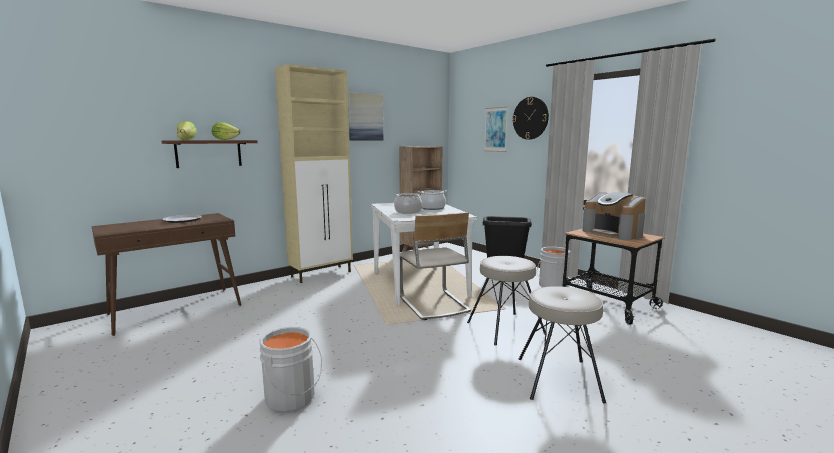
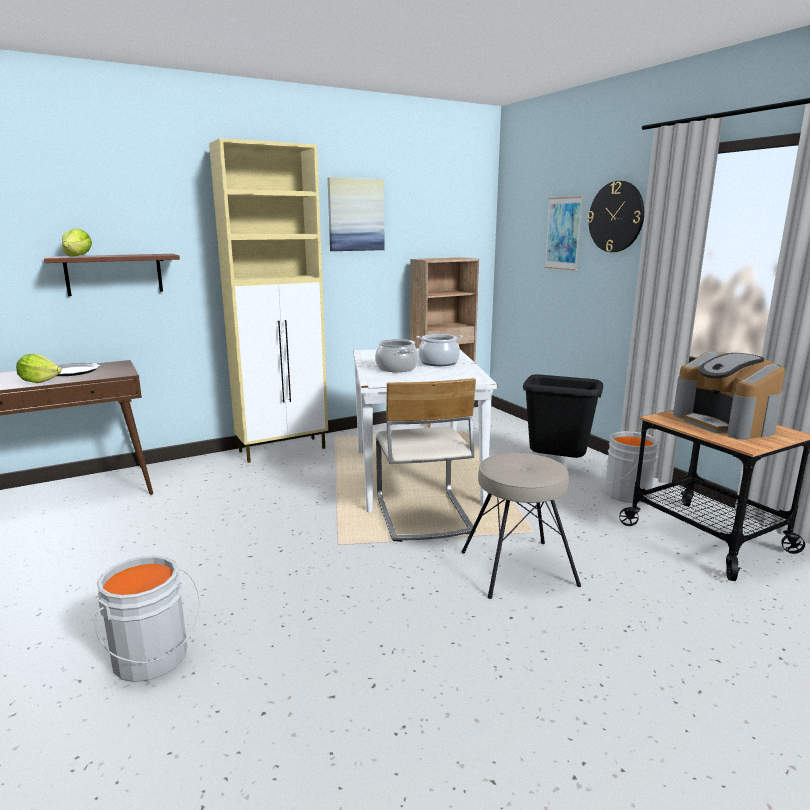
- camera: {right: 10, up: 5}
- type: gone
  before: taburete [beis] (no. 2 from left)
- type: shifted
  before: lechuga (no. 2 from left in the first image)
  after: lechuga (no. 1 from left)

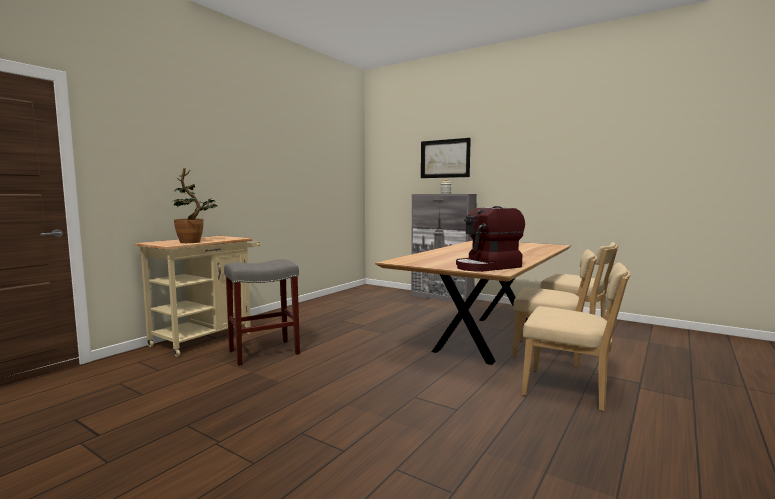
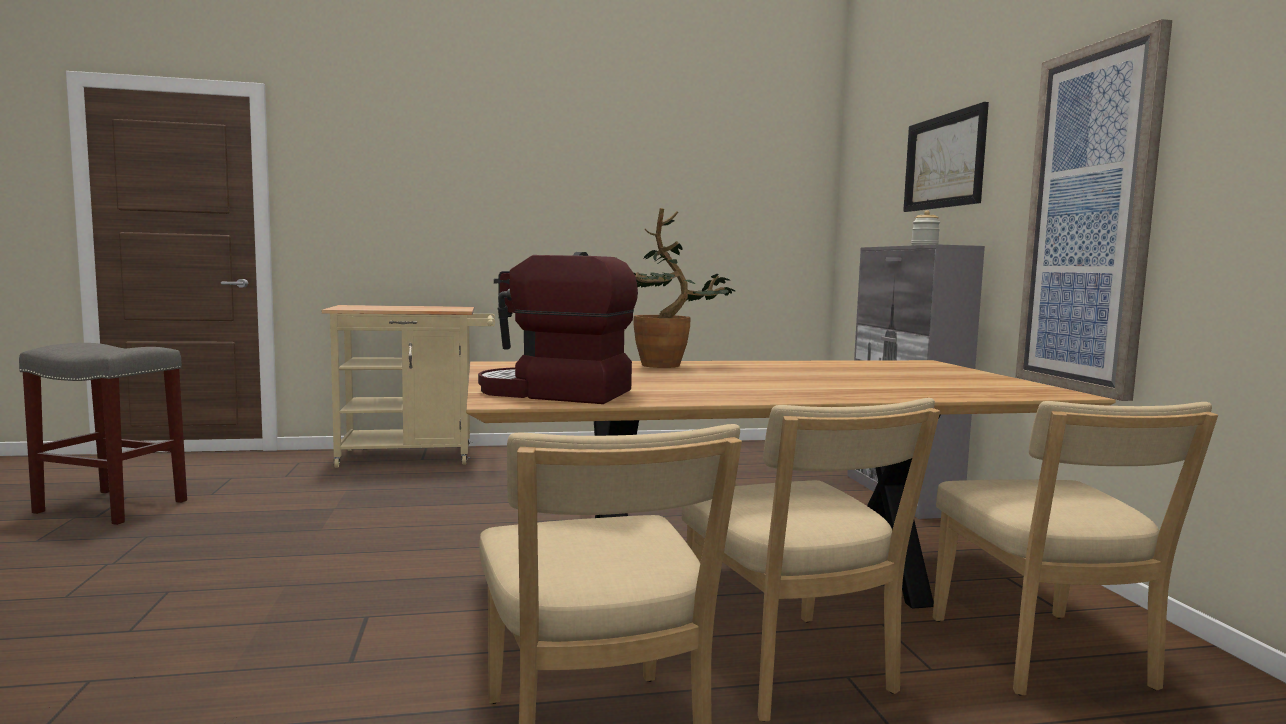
- camera: {right: 45, up: 0}
- type: new
  after: cuadro (no. 2 from left)
- type: shifted
  before: planta en maceta
- type: shifted
  before: taburete [gris]

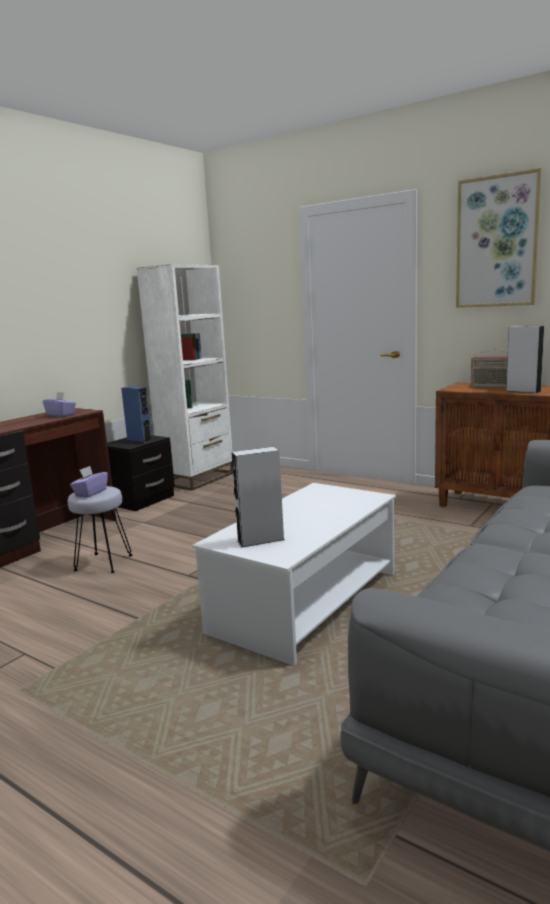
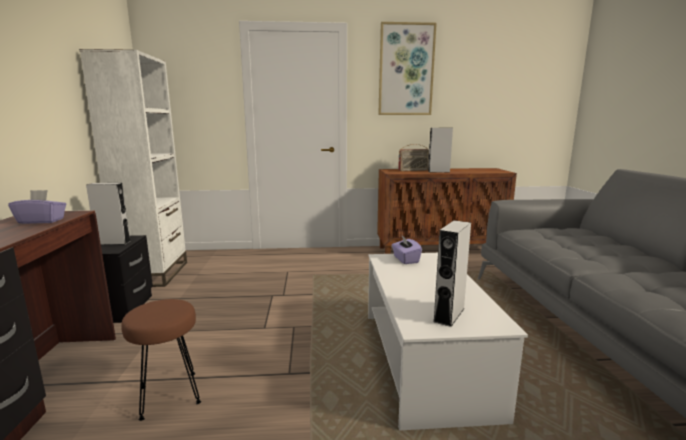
- camera: {right: -40, up: 0}
- type: shifted
  before: caja de pañuelos [morado] (no. 2 from left)
- type: repainted
  before: taburete [gris]
  after: taburete [marrón]
- type: repainted
  before: altavoz [azul]
  after: altavoz [gris] (no. 1 from left)

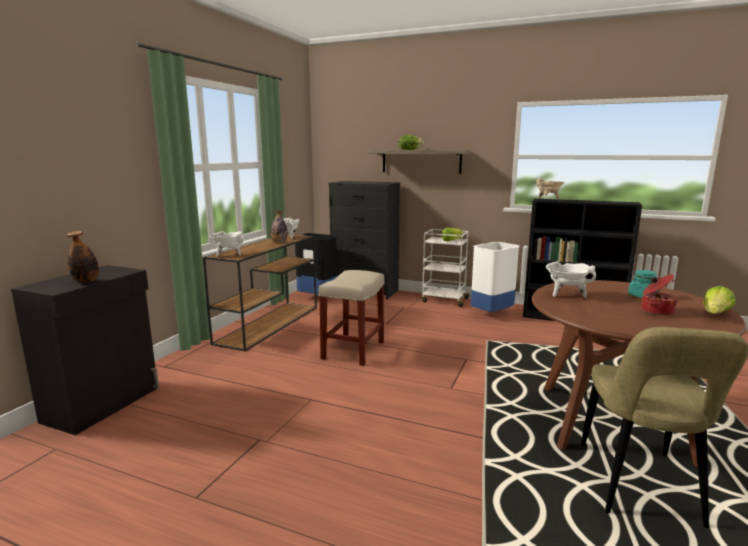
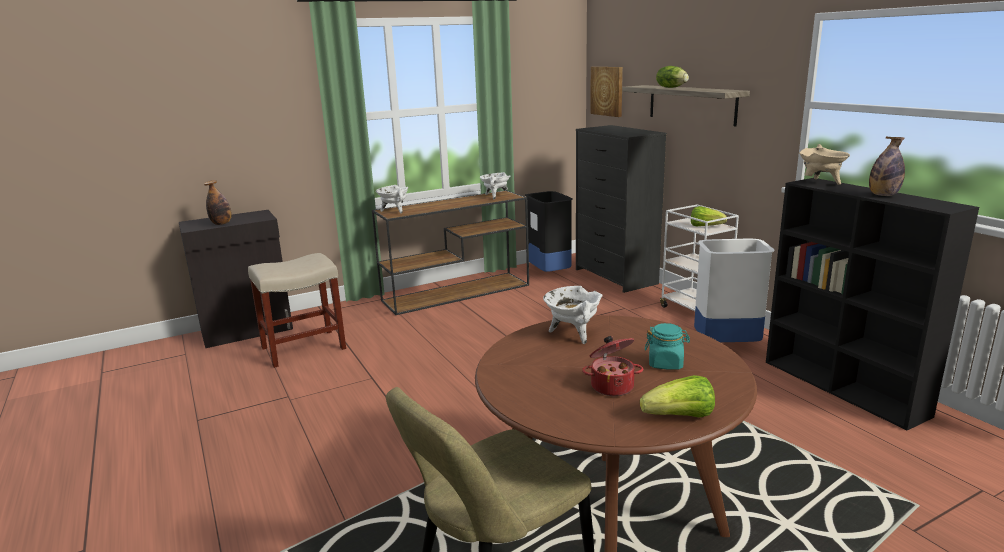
- camera: {right: 40, up: 5}
- type: new
  after: cuadro
- type: shifted
  before: botella (no. 2 from left)
- type: shifted
  before: taburete [beis]

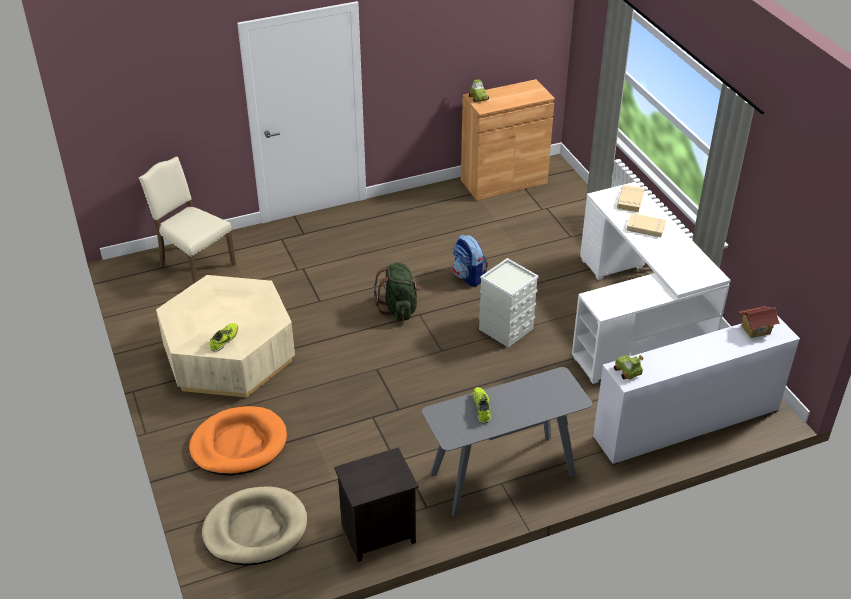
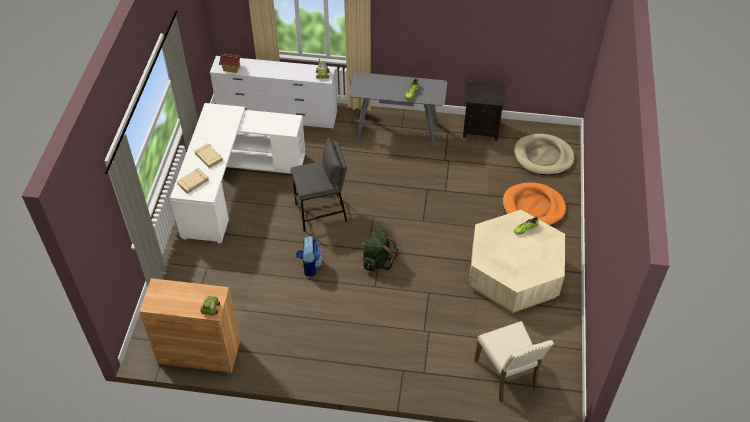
- camera: {right: -150, up: 10}
- type: swapped
  before: caja de almacenaje [gris]
  after: taburete [gris]

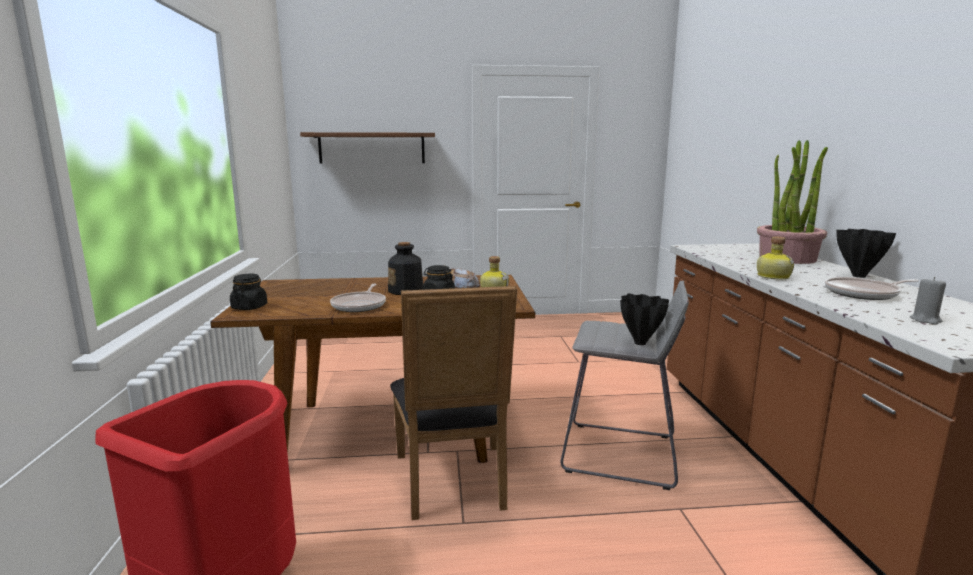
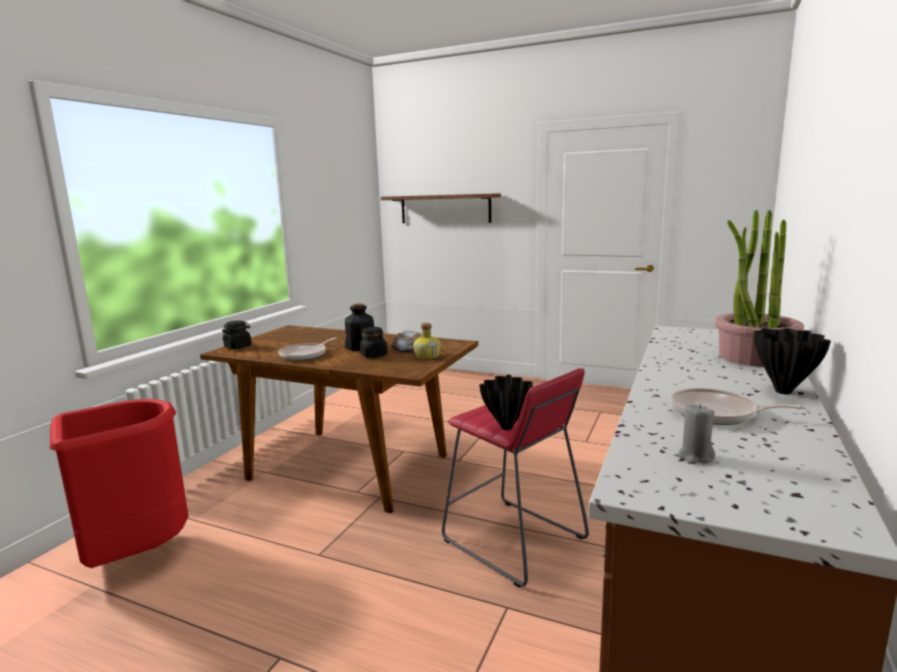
- camera: {right: 30, up: 0}
- type: gone
  before: silla [negro]
- type: gone
  before: botella (no. 3 from left)
- type: repainted
  before: taburete [gris]
  after: taburete [rojo]

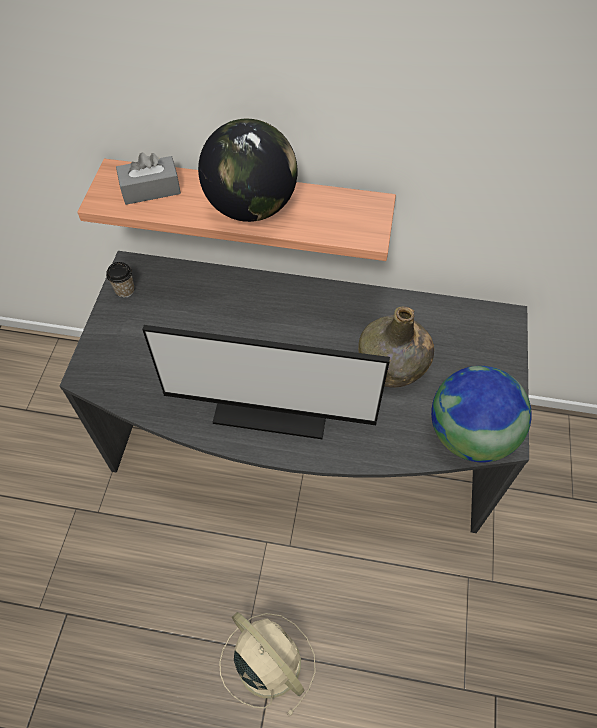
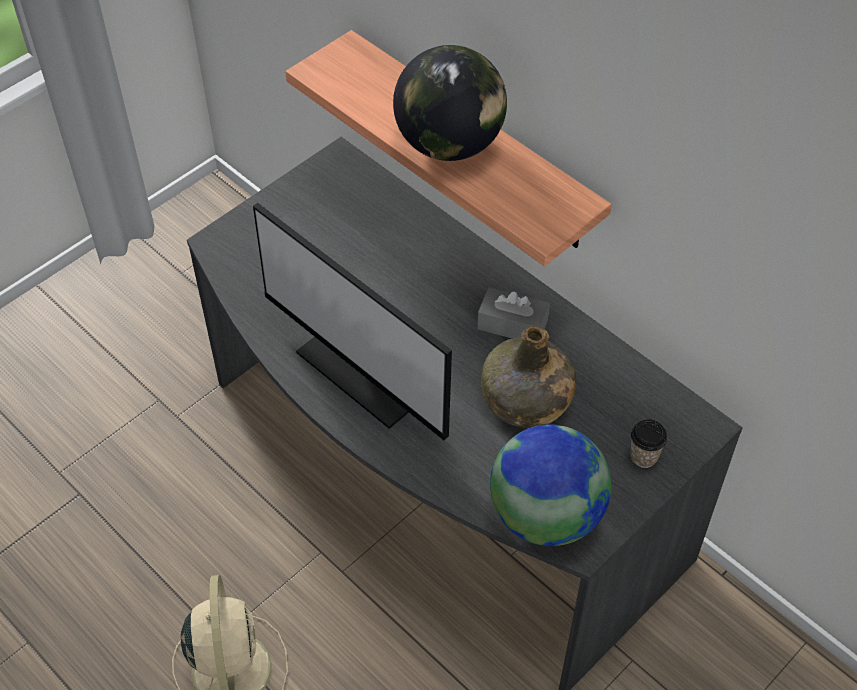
- camera: {right: 35, up: -5}
- type: shifted
  before: taza
- type: shifted
  before: caja de pañuelos [gris]

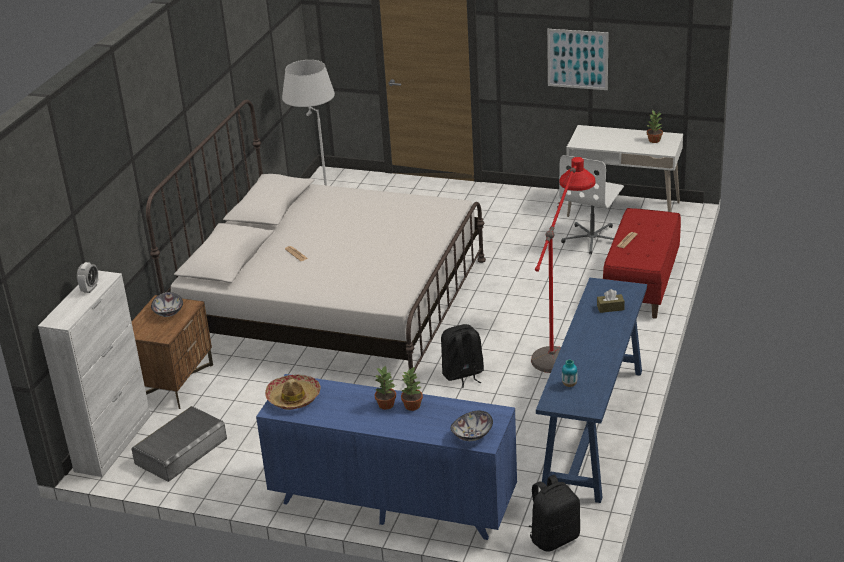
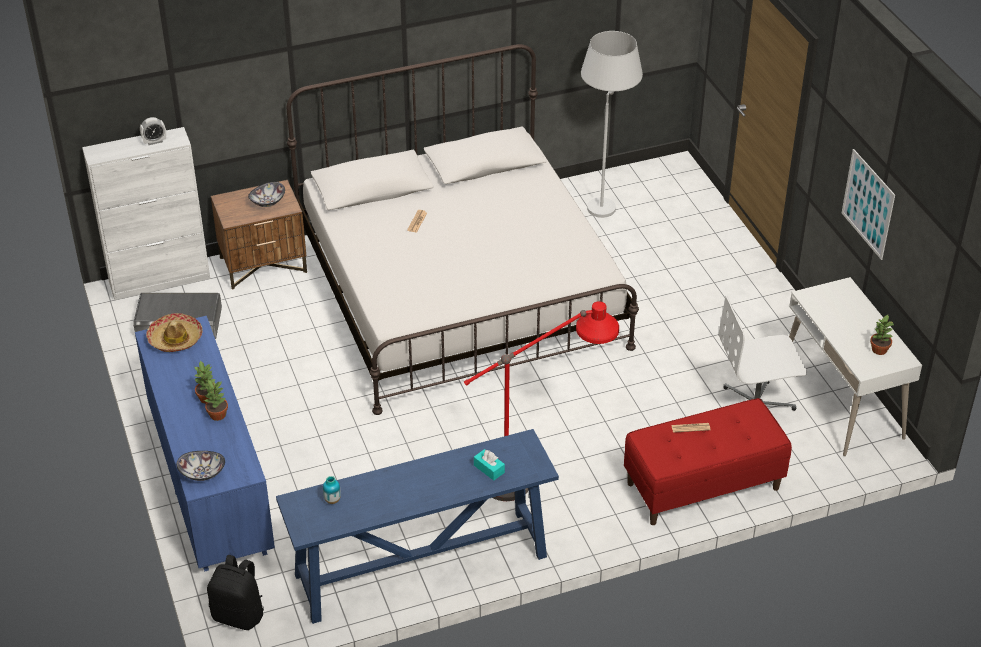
- camera: {right: 50, up: 10}
- type: gone
  before: mochila [negro] (no. 1 from left)
- type: repainted
  before: caja de pañuelos [marrón]
  after: caja de pañuelos [turquesa]

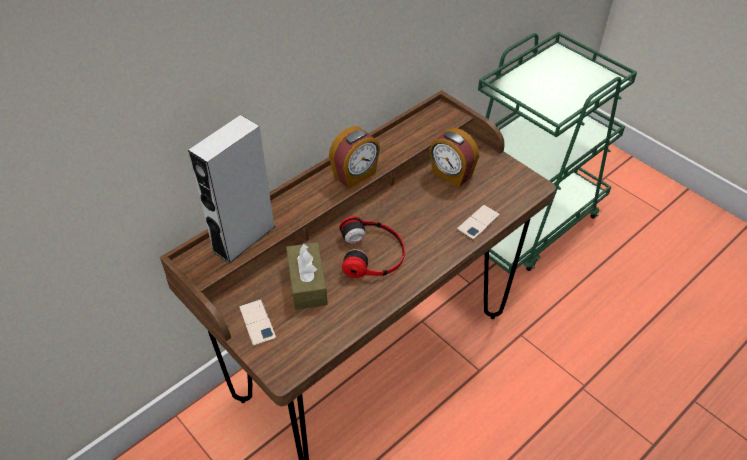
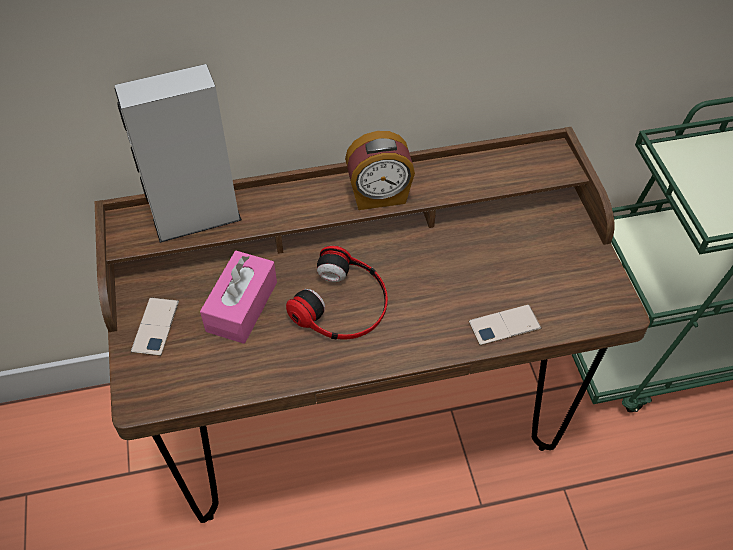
- camera: {right: 30, up: 5}
- type: gone
  before: despertador (no. 2 from left)
- type: repainted
  before: caja de pañuelos [marrón]
  after: caja de pañuelos [rosa]

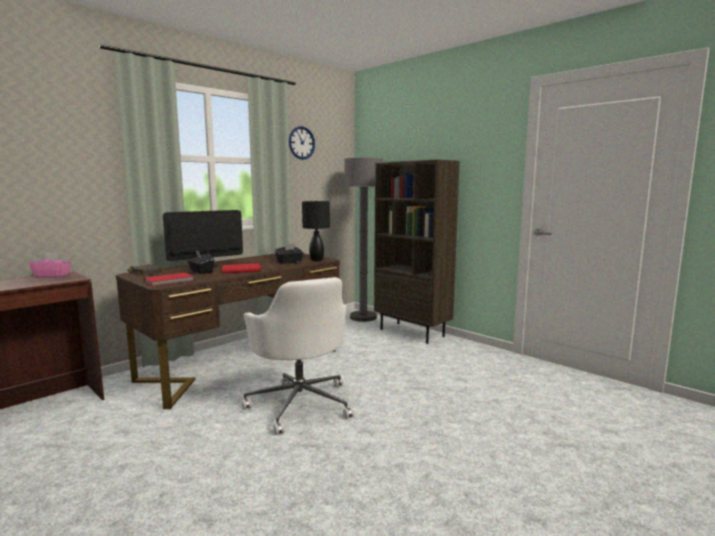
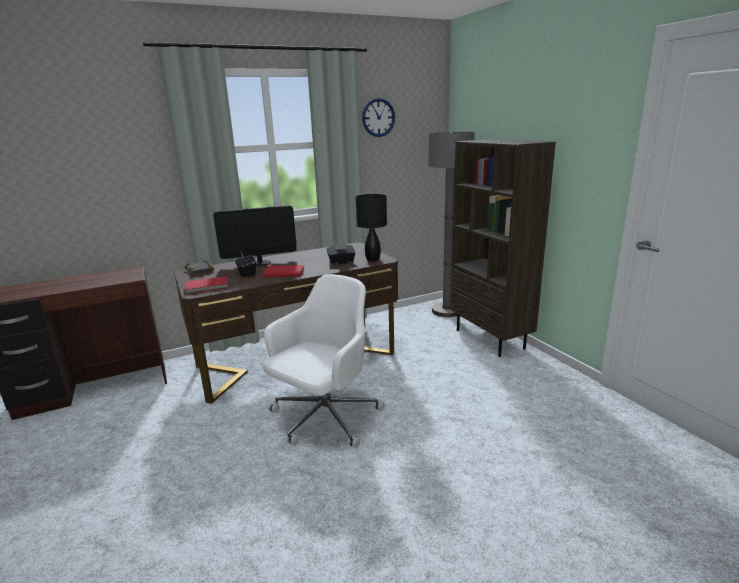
- camera: {right: 20, up: 10}
- type: gone
  before: caja de pañuelos [rosa]
- type: rotated
  before: silla de oficina [blanco]
  turn: -135

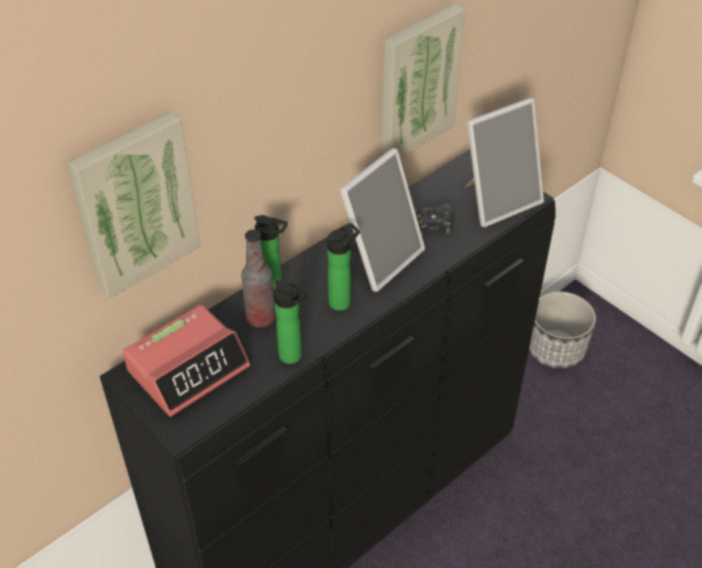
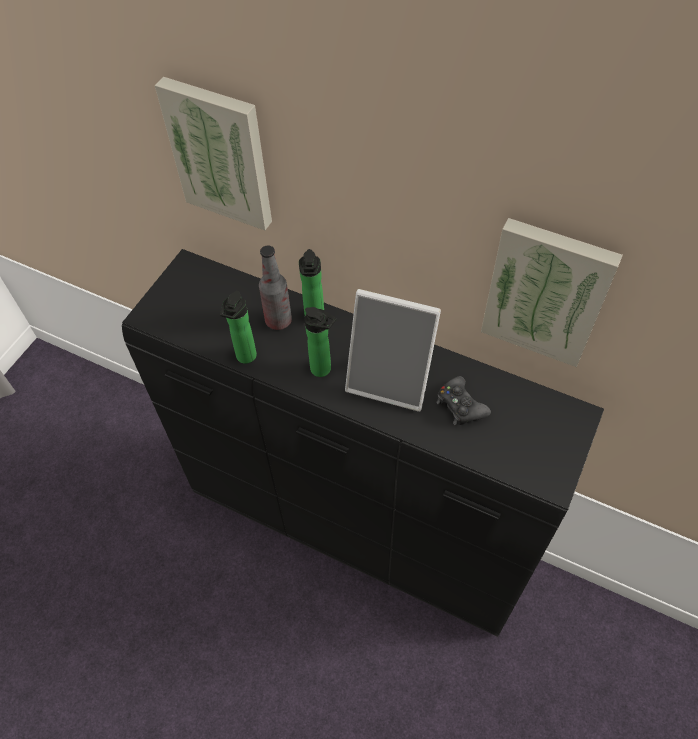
- camera: {right: 70, up: 10}
- type: gone
  before: despertador
- type: gone
  before: portarretratos (no. 2 from left)
- type: gone
  before: maceta

